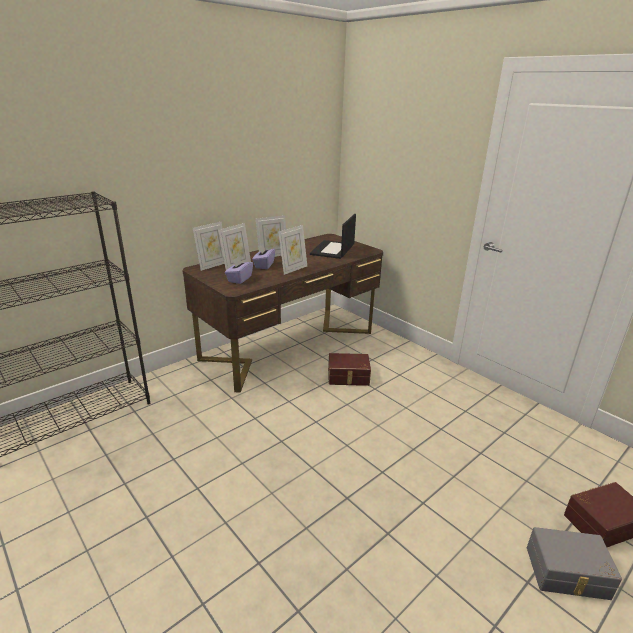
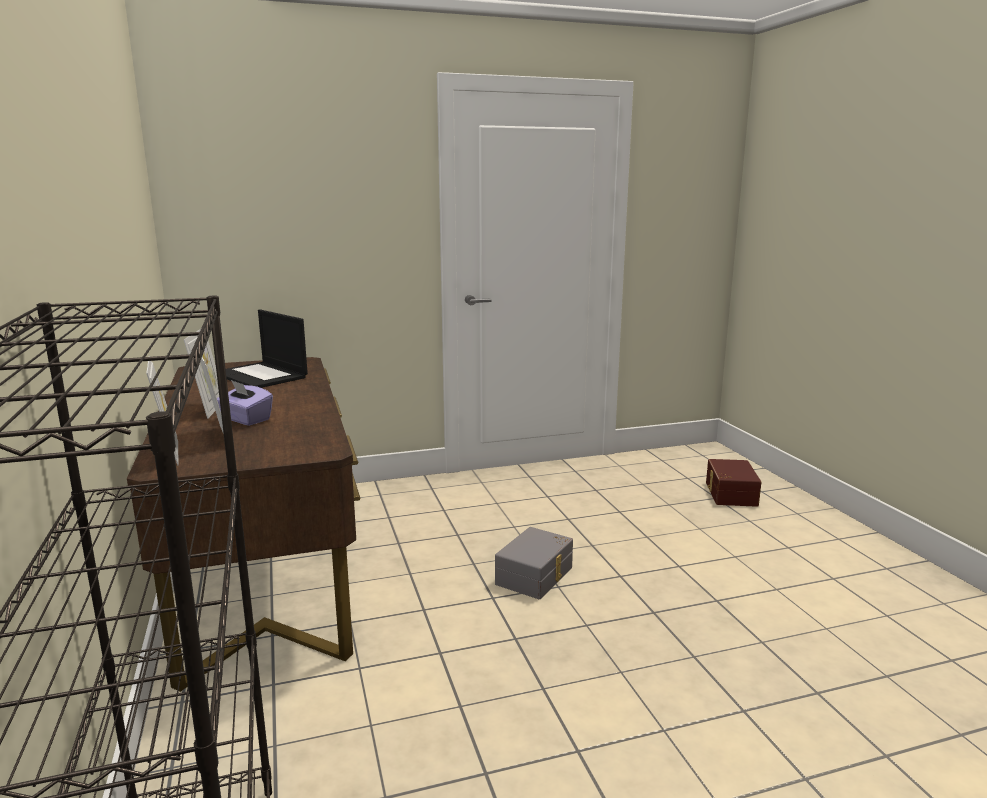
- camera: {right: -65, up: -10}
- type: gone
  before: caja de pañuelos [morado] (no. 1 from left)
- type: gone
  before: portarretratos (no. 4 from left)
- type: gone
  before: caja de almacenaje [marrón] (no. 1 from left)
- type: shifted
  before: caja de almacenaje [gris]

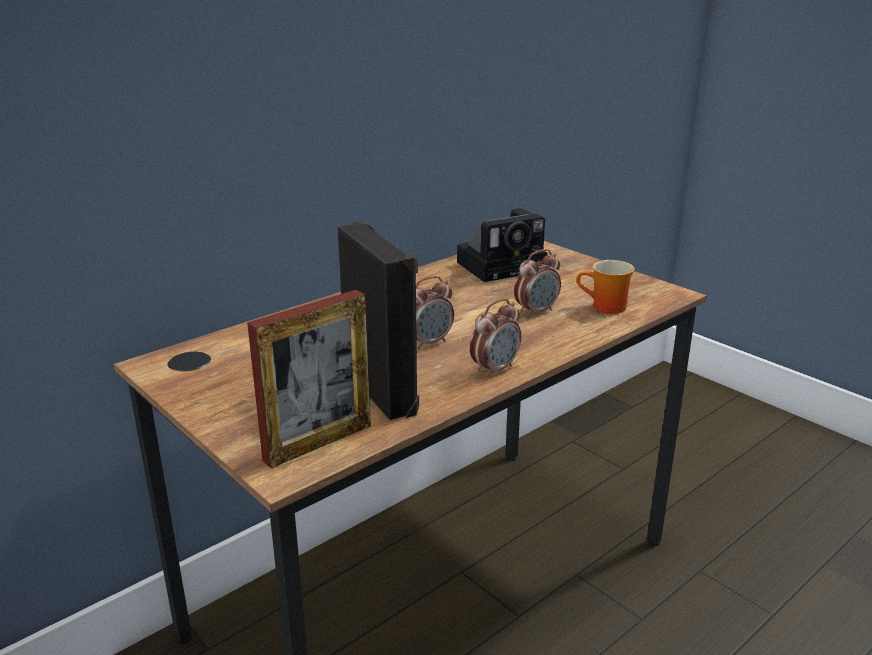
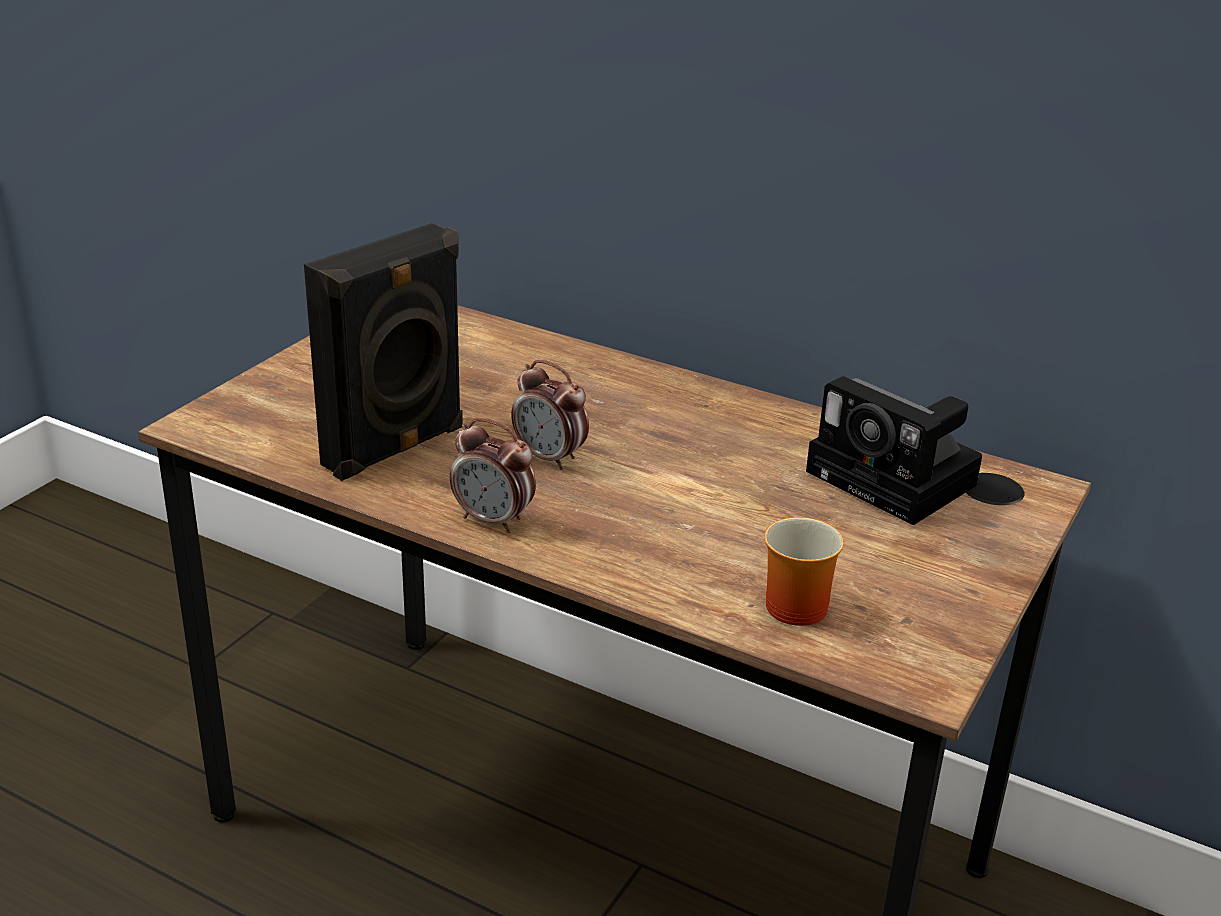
- camera: {right: 70, up: 5}
- type: gone
  before: portarretratos
- type: gone
  before: despertador (no. 3 from left)

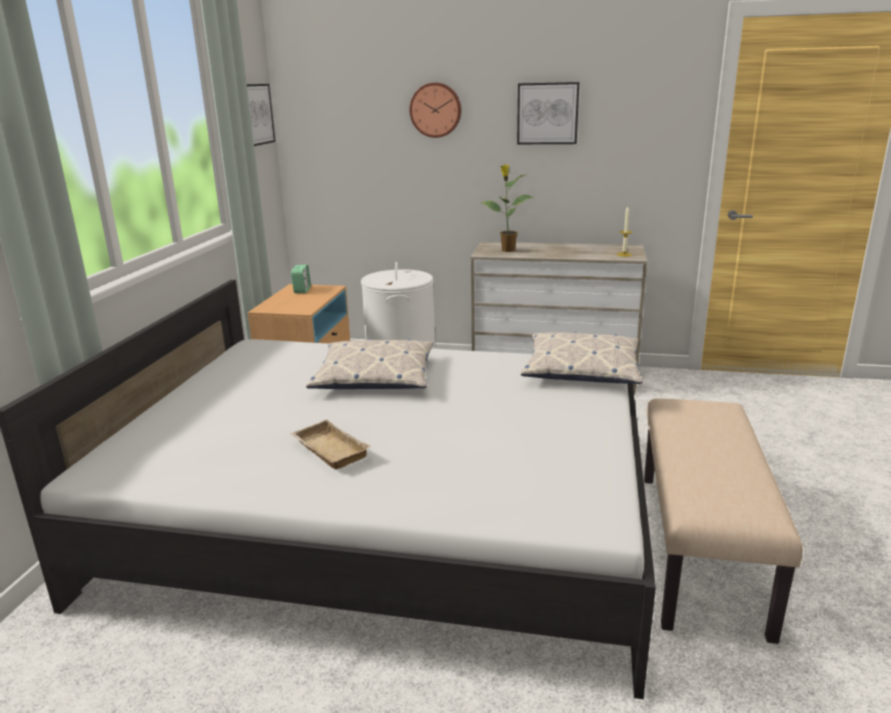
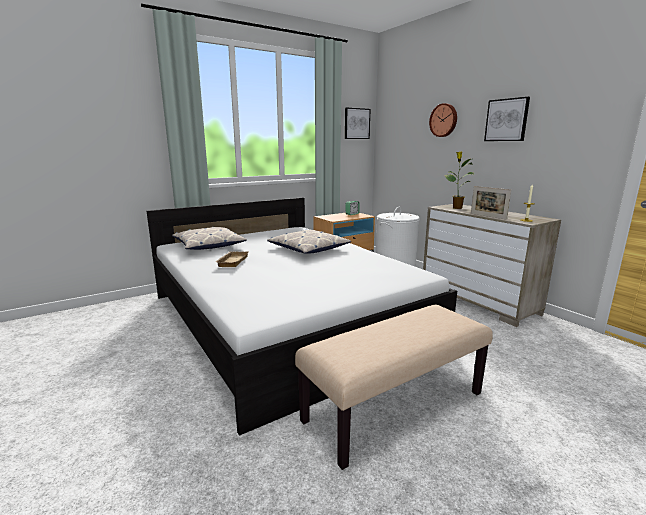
- camera: {right: 45, up: -5}
- type: new
  after: portarretratos
- type: shifted
  before: cojín (no. 2 from left in the first image)
  after: cojín (no. 1 from left)

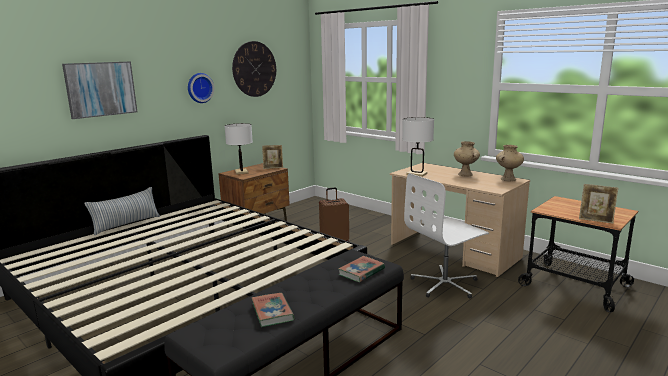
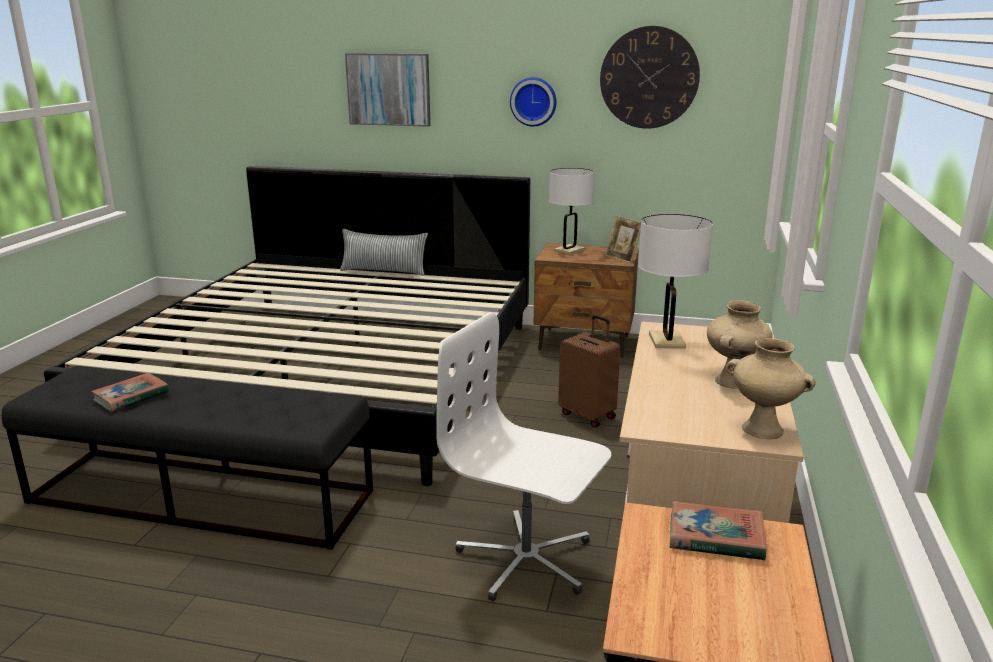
- camera: {right: 60, up: 5}
- type: gone
  before: portarretratos (no. 2 from left)
- type: shifted
  before: libro (no. 2 from left)

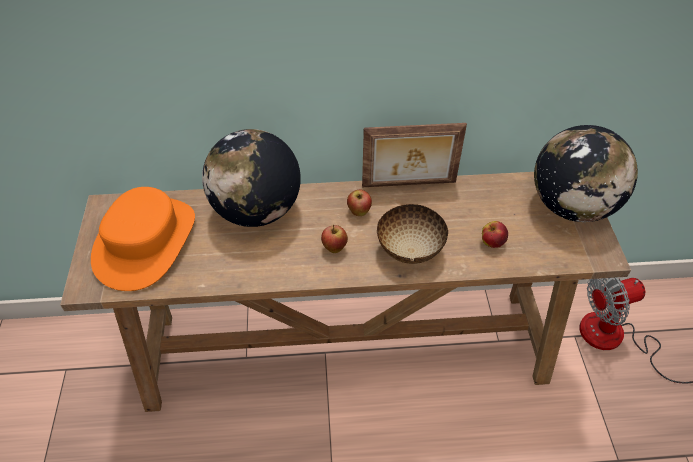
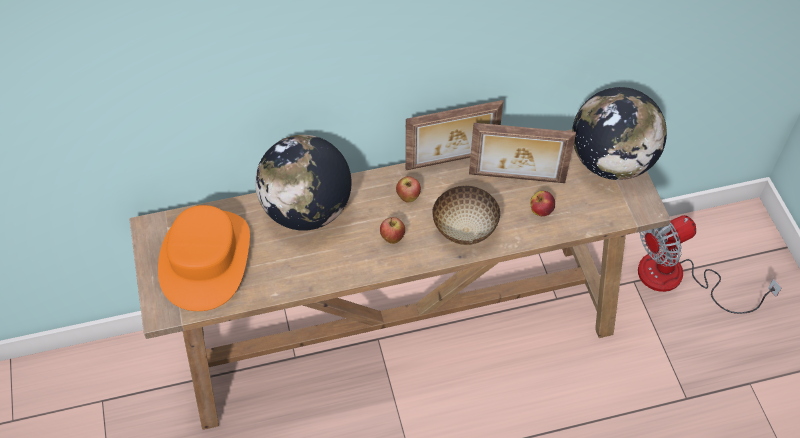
- camera: {right: -10, up: 5}
- type: new
  after: portarretratos (no. 2 from left)

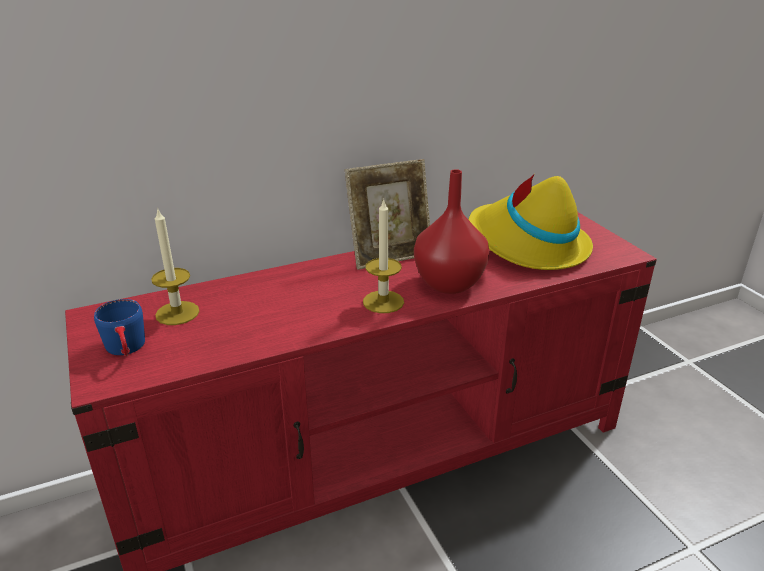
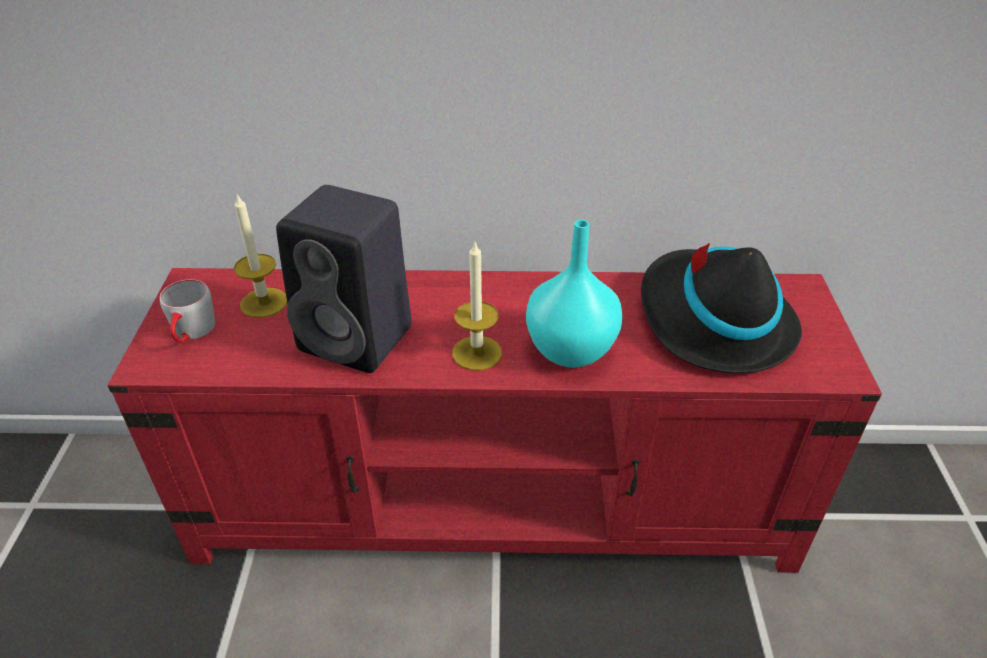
- camera: {right: 25, up: 10}
- type: gone
  before: portarretratos
- type: new
  after: altavoz [negro]
- type: repainted
  before: taza grande [azul]
  after: taza grande [gris]
- type: repainted
  before: florero [rojo]
  after: florero [turquesa]
- type: repainted
  before: sombrero [amarillo]
  after: sombrero [negro]

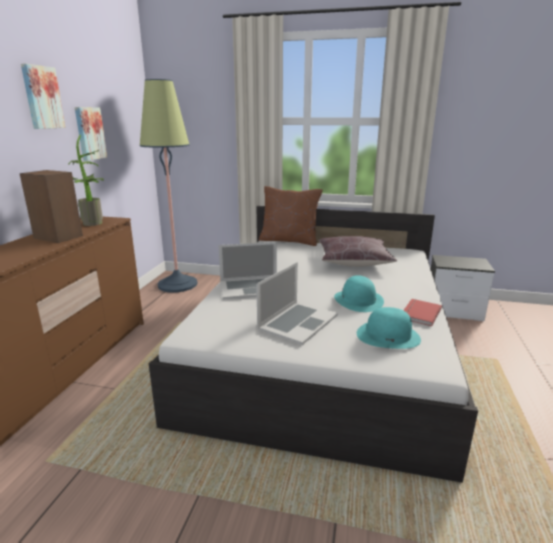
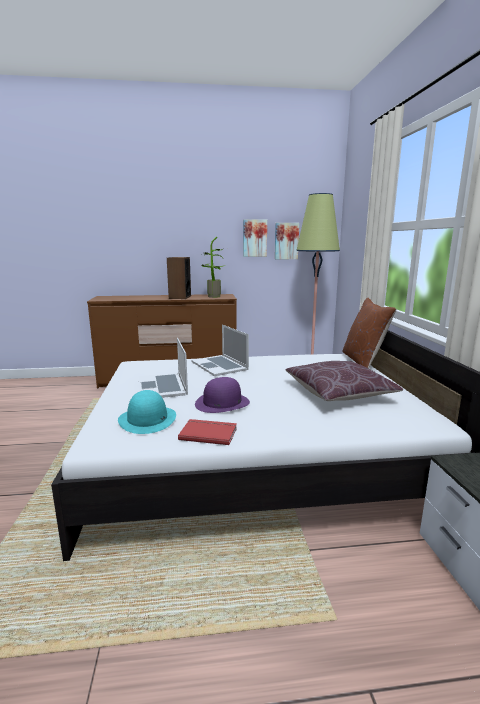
- camera: {right: 70, up: -5}
- type: shifted
  before: cuadro (no. 1 from left in the first image)
  after: cuadro (no. 2 from left)
- type: repainted
  before: sombrero [turquesa] (no. 1 from left)
  after: sombrero [morado]
- type: rotated
  before: portátil (no. 2 from left in the first image)
  turn: 60

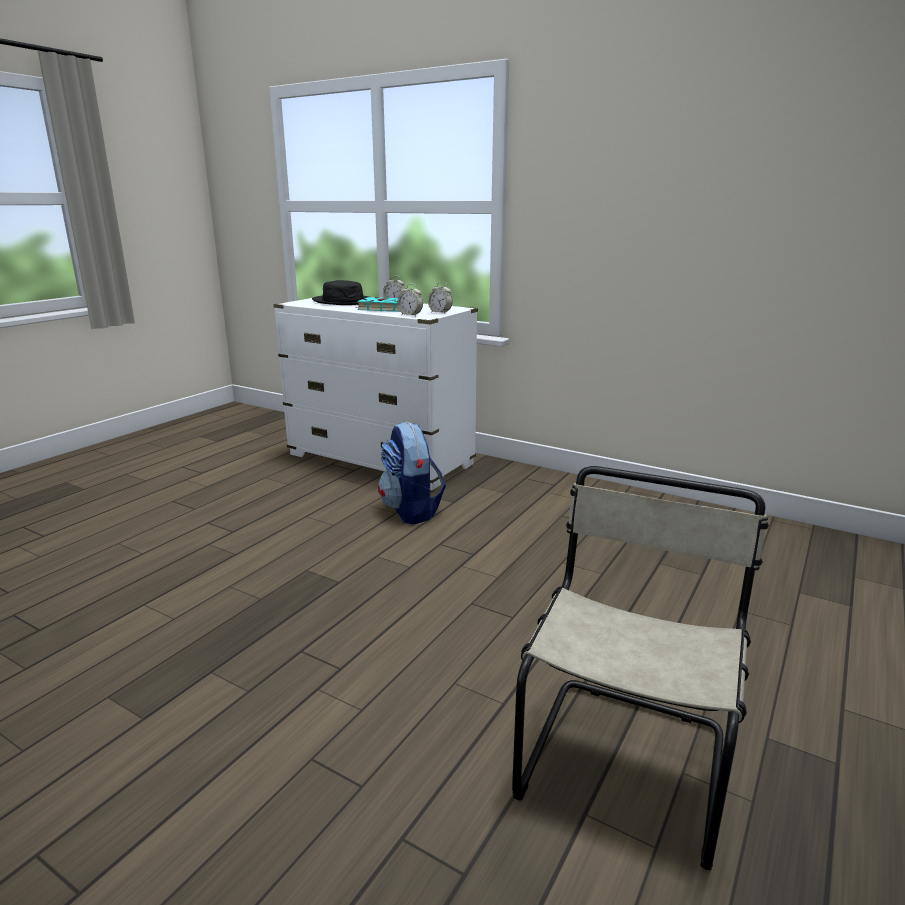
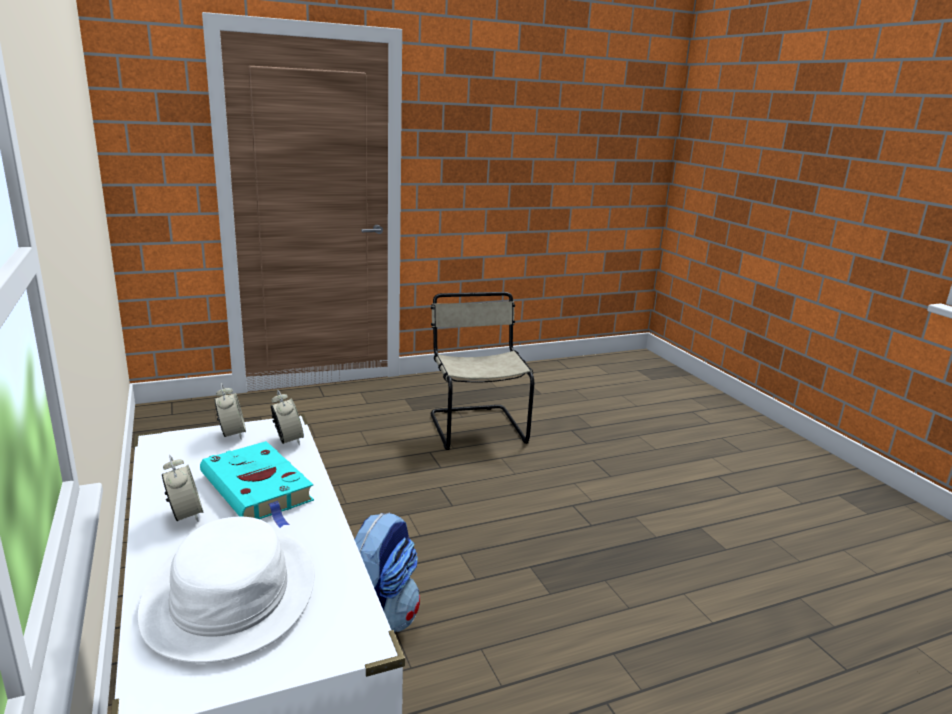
- camera: {right: -145, up: 0}
- type: repainted
  before: sombrero [negro]
  after: sombrero [blanco]
- type: rotated
  before: silla [beis]
  turn: 105

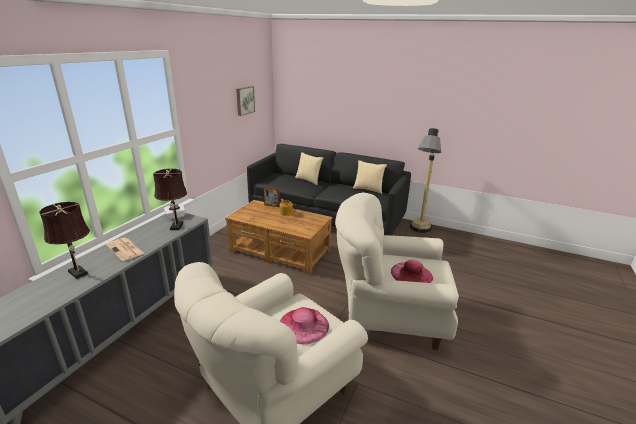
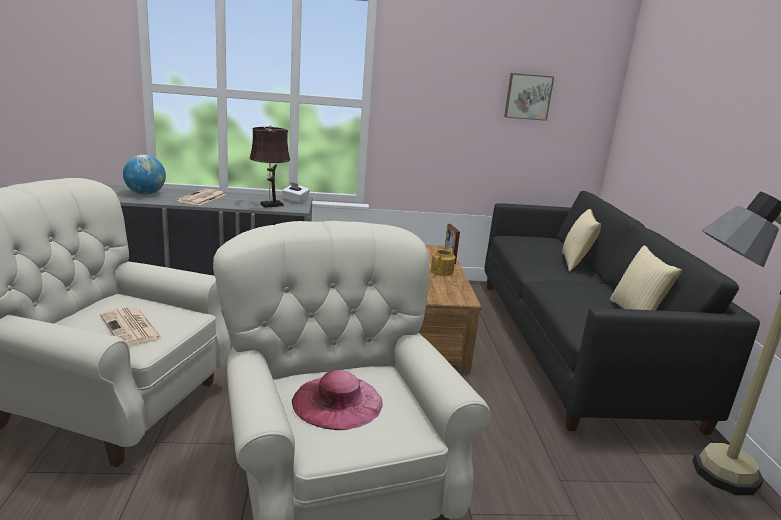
- camera: {right: 60, up: -5}
- type: swapped
  before: lámpara de mesa [marrón] (no. 1 from left)
  after: globo terráqueo
- type: swapped
  before: sombrero [rosa] (no. 1 from left)
  after: periódico (no. 1 from left)

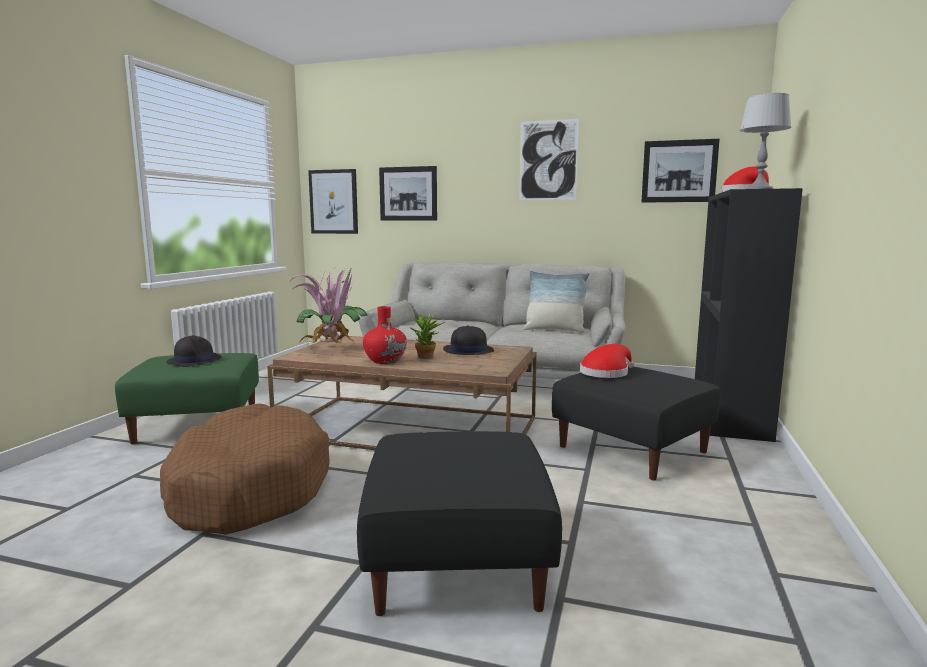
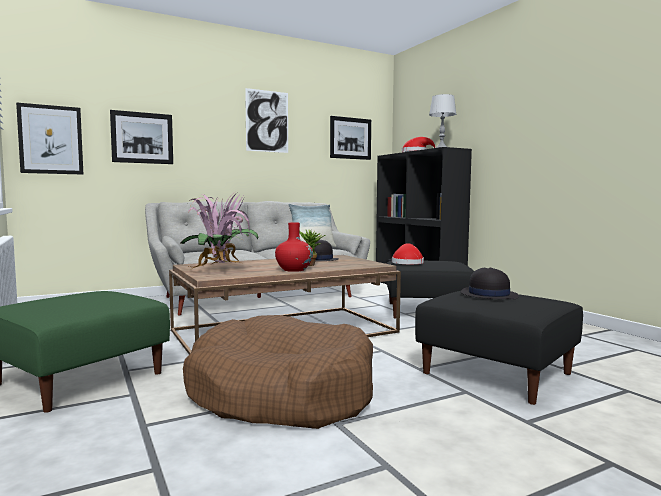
- camera: {right: -45, up: -5}
- type: shifted
  before: sombrero [negro] (no. 1 from left in the first image)
  after: sombrero [negro] (no. 2 from left)

